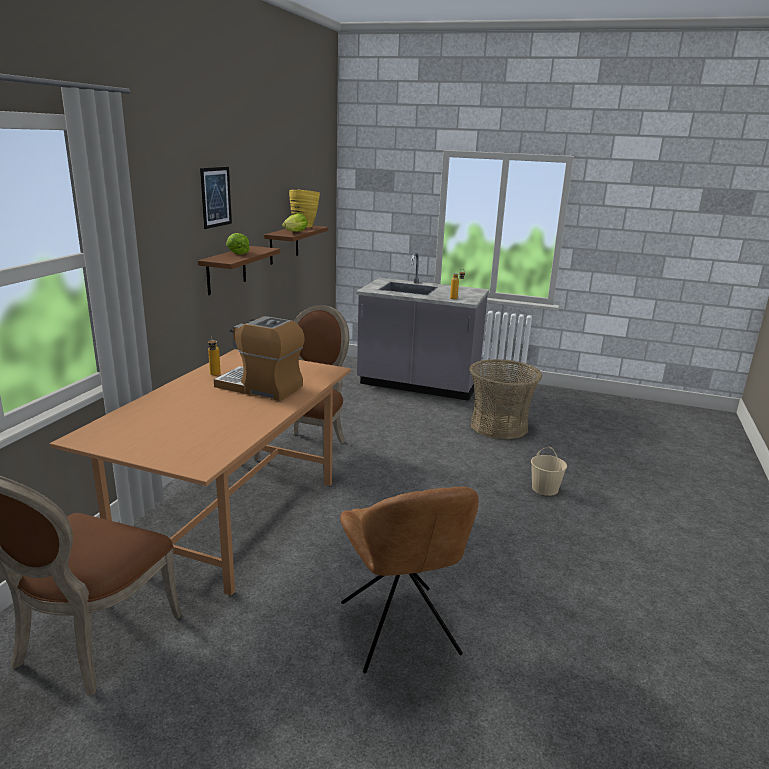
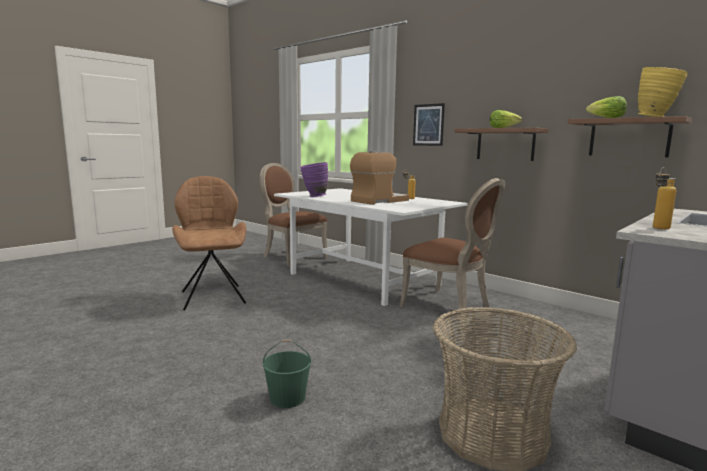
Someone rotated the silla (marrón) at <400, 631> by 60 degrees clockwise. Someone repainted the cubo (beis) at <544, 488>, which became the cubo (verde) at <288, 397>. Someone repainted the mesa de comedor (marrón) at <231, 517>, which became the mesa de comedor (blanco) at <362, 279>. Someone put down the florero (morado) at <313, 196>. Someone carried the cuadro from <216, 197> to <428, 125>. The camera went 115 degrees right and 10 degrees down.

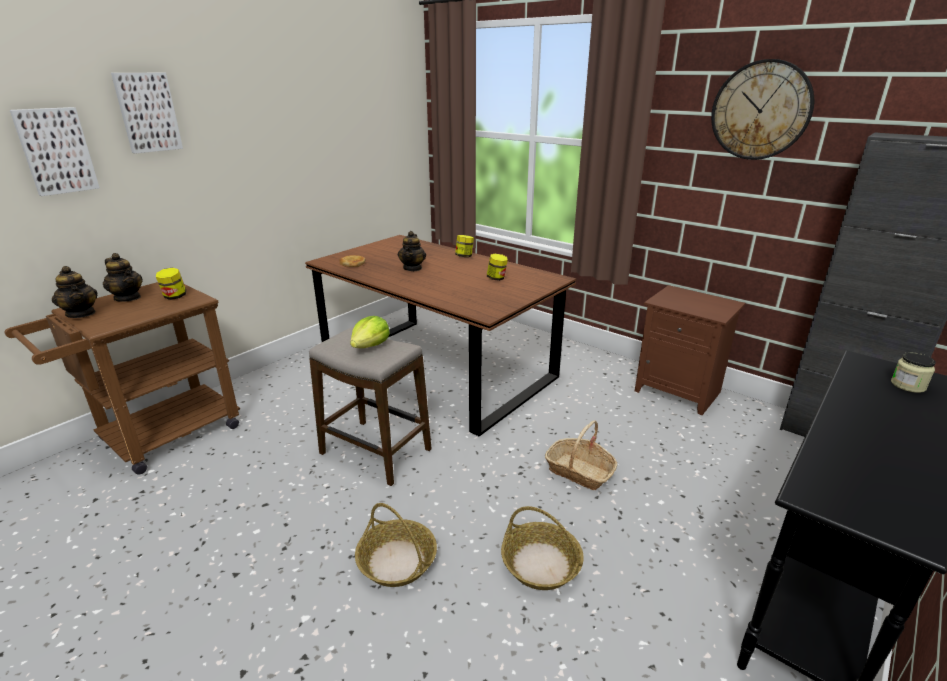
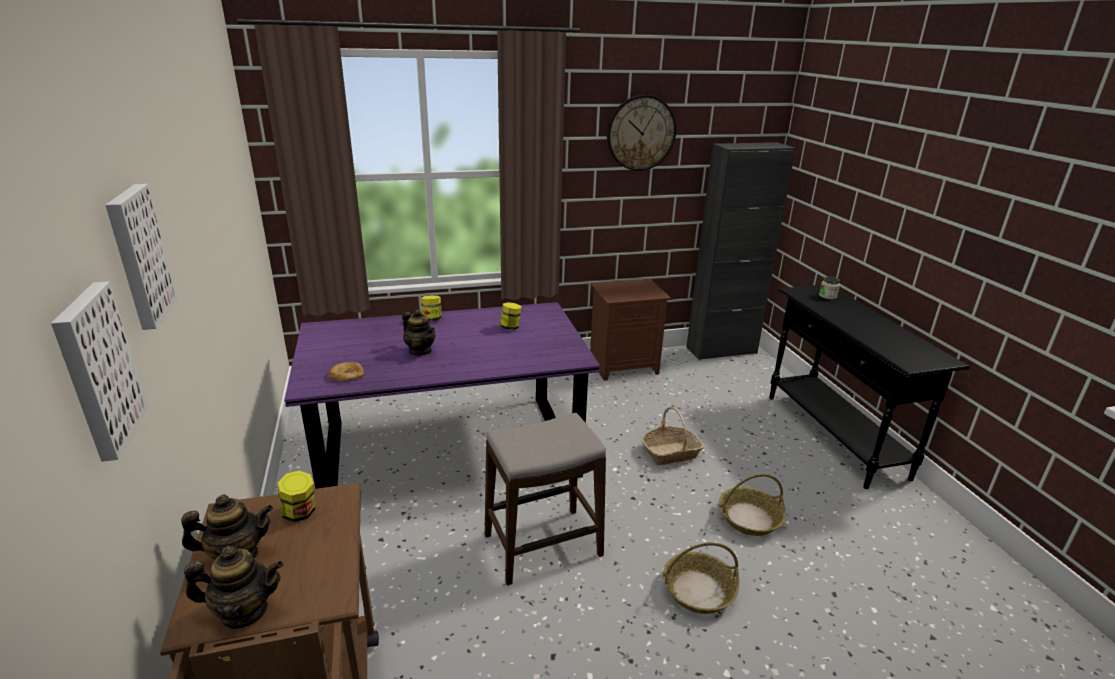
Someone repainted the mesa de comedor (marrón) at <439, 368>, which became the mesa de comedor (morado) at <449, 448>. Someone took away the lechuga at <370, 346>. The camera went 55 degrees left and 0 degrees up.

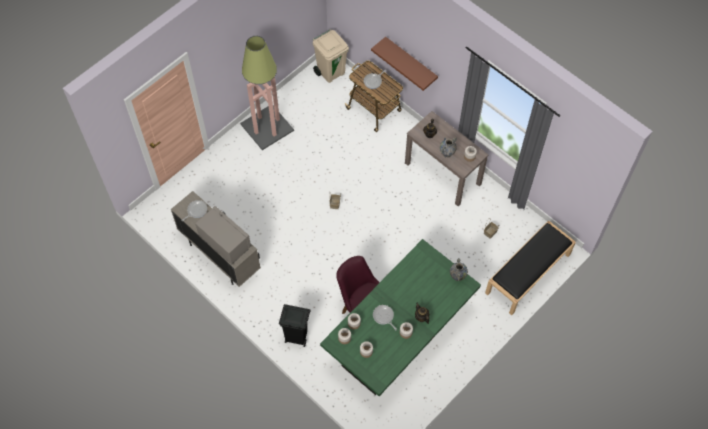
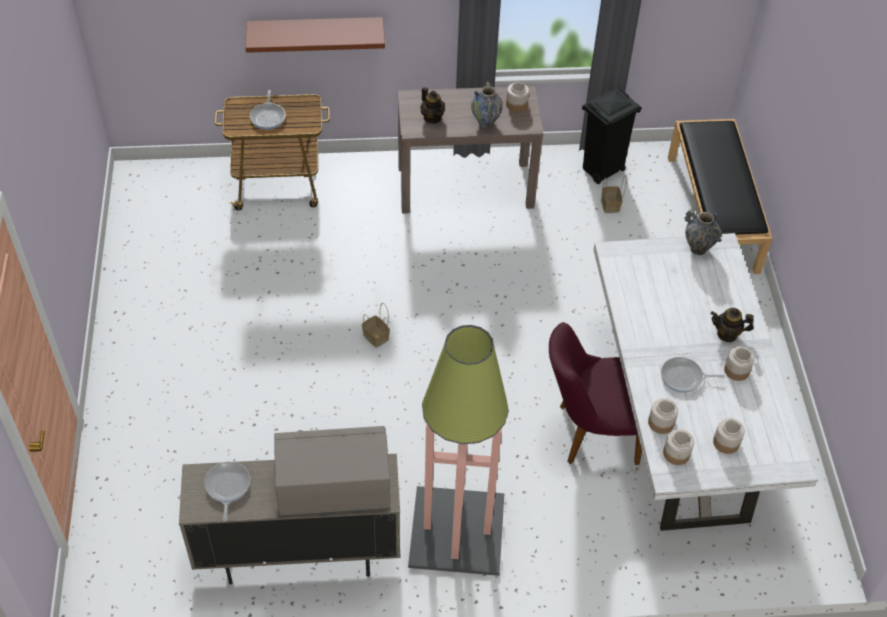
Someone carried the lámpara de pie from <267, 126> to <456, 529>. Someone carried the papelera (negro) from <296, 337> to <601, 171>. Someone repainted the mesa de comedor (verde) at <399, 337>, which became the mesa de comedor (blanco) at <678, 422>. Someone took away the papelera (beis) at <331, 72>. The camera went 50 degrees left and 10 degrees down.

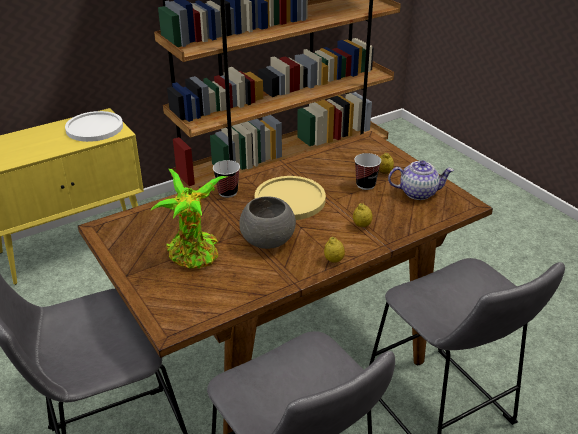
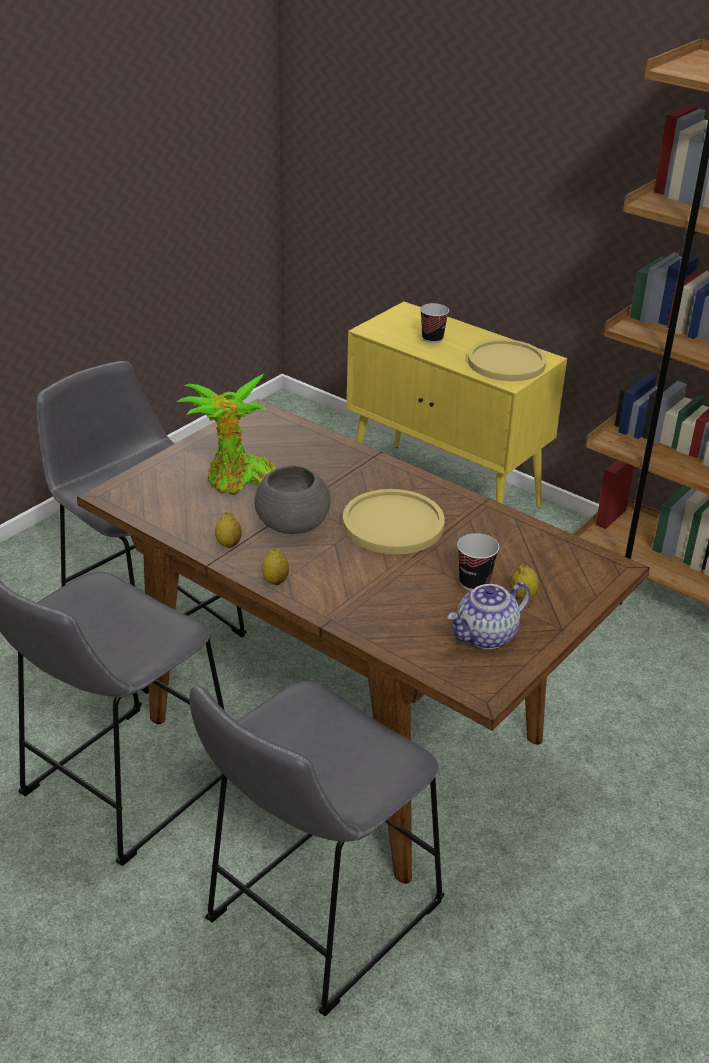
Someone carried the limón from <362, 225> to <228, 544>. Someone carried the taza from <227, 192> to <432, 338>. Someone rotated the tetera at <418, 192> by 75 degrees clockwise. Someone repainted the plato (blanco) at <94, 128>, which became the plato (amarillo) at <506, 362>. The camera went 70 degrees right and 0 degrees up.

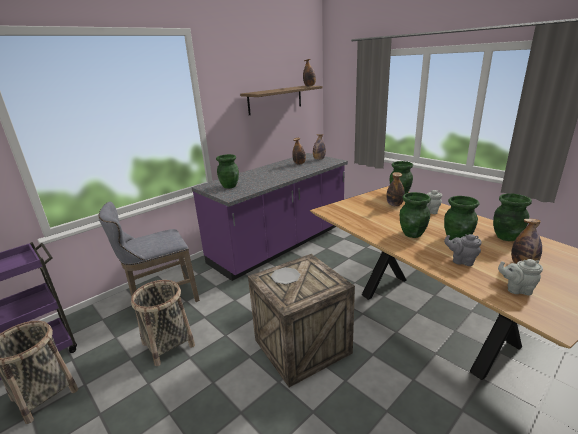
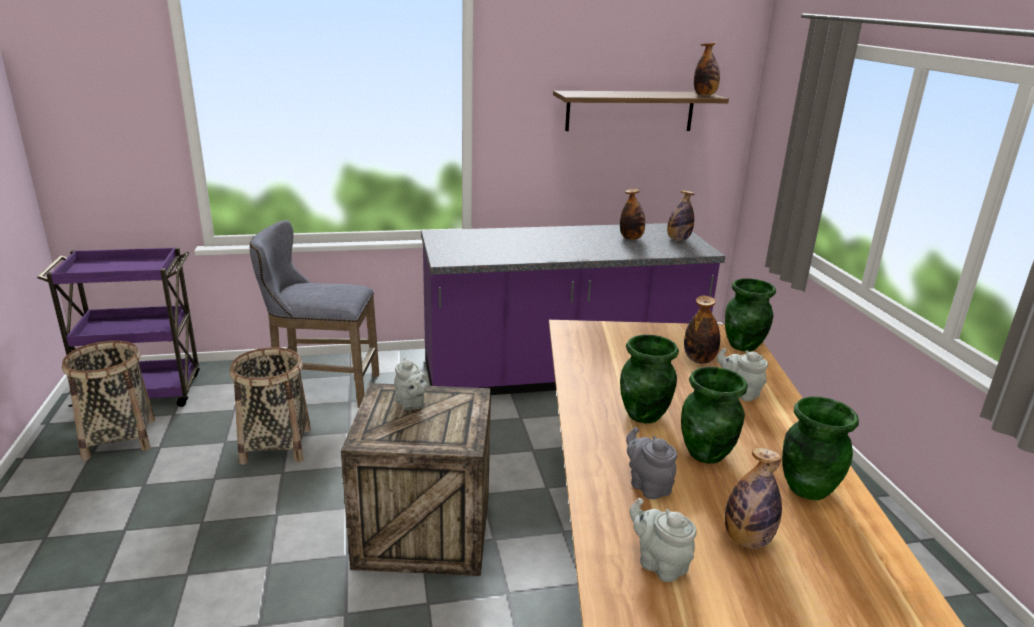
Someone swapped the plato at <285, 277> for the tetera (gris) at <411, 404>. Someone took away the florero (verde) at <229, 186>. The camera went 30 degrees right and 0 degrees up.

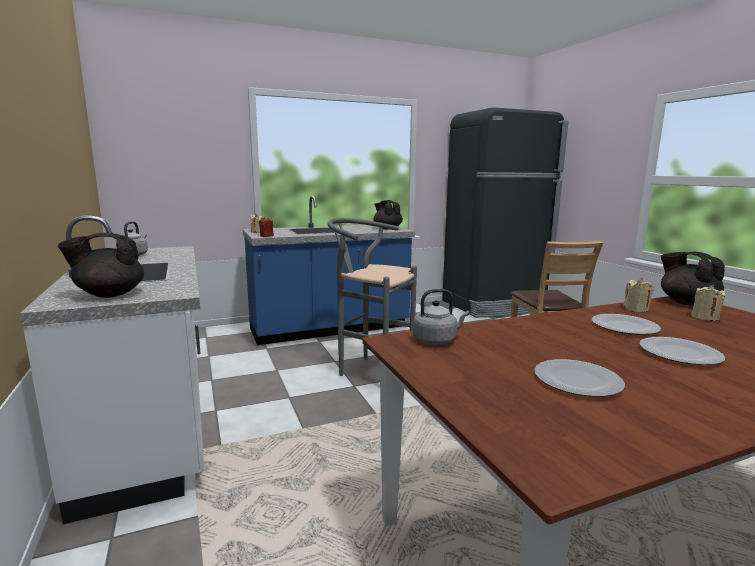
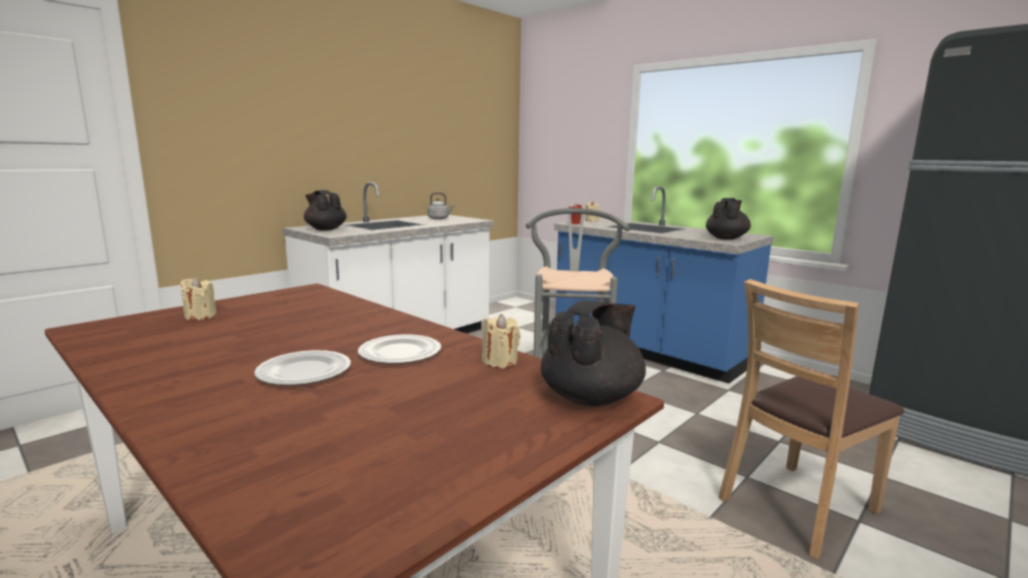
Someone carried the vela (beis) from <705, 317> to <200, 316>. Someone took away the hervidor (gris) at <437, 340>. Someone took away the plato at <577, 381>. The camera went 65 degrees right and 0 degrees up.

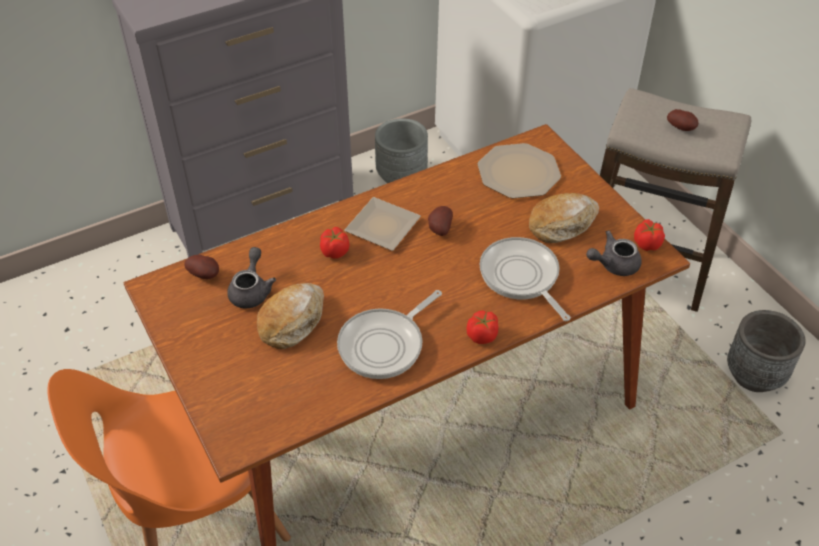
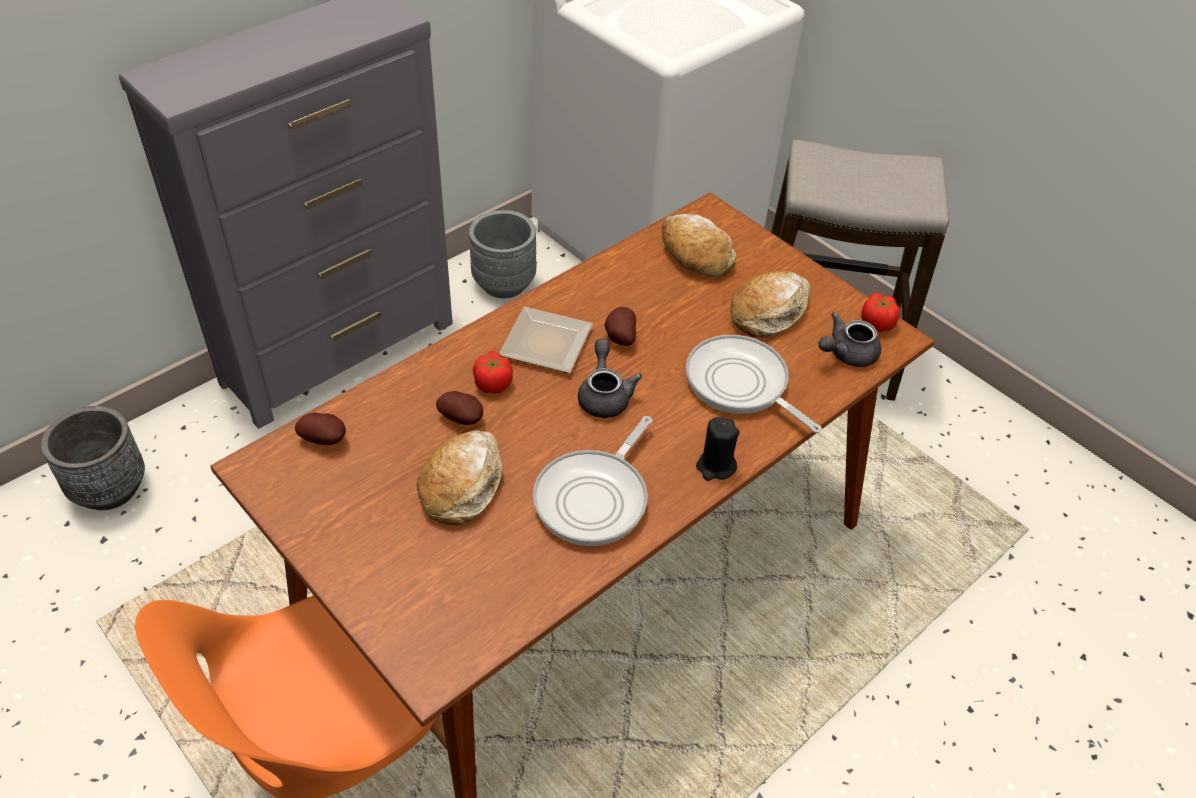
Someone carried the maceta (gris) from <754, 375> to <110, 489>. Someone carried the patata from <681, 128> to <463, 418>. Someone carried the tetera (gris) from <251, 290> to <604, 395>. Someone swapped the plato at <518, 172> for the pan at <695, 254>. Someone swapped the tomate at <482, 335> for the vela (negro) at <715, 466>. The camera went 15 degrees left and 0 degrees up.

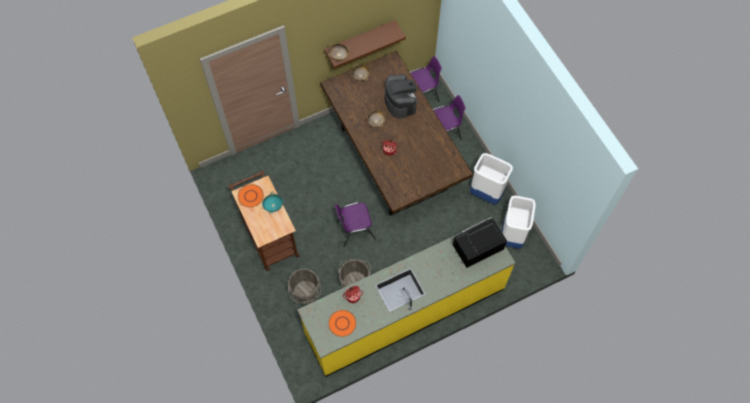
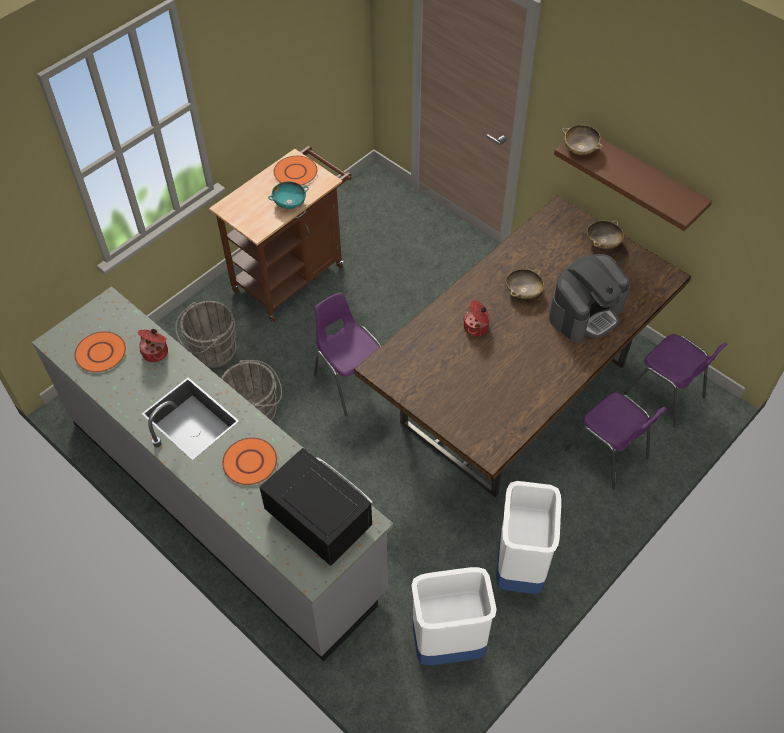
Someone repainted the mueble bajo de cocina (amarillo) at <405, 311>, which became the mueble bajo de cocina (gris) at <224, 503>. Someone put down the plato (naranja) at <250, 462>. The camera went 70 degrees right and 10 degrees down.

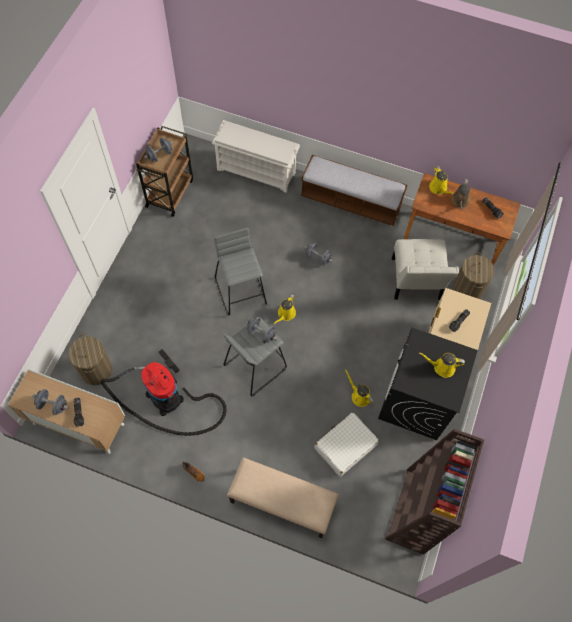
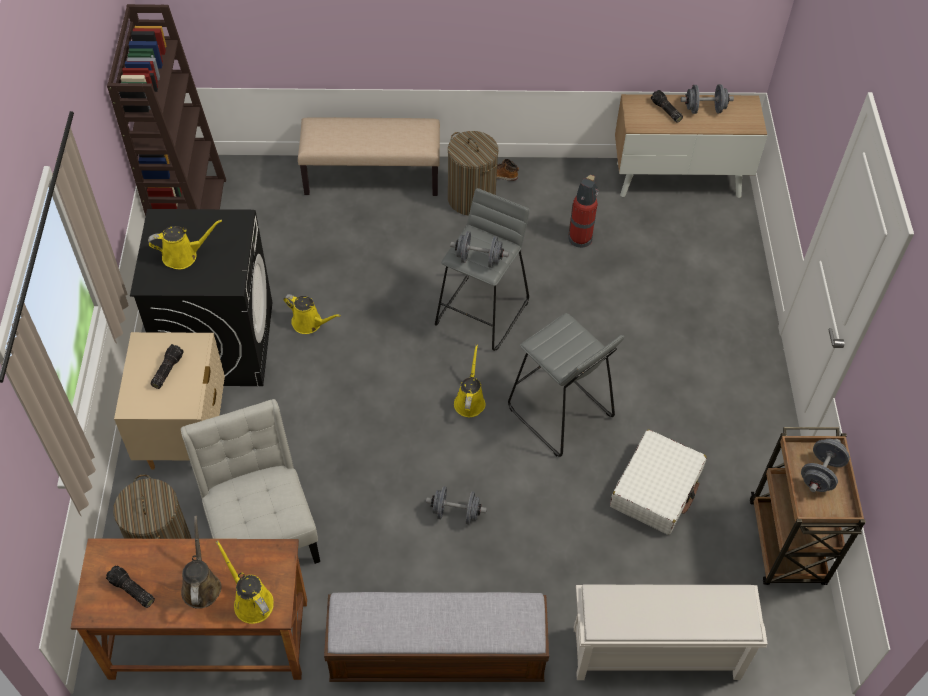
Someone carried the cesto de la ropa from <96, 370> to <471, 198>. Someone swapped the aspiradora at <168, 400> for the extintor at <580, 238>. Someone carried the maleta (blanco) from <345, 447> to <656, 489>. The camera went 160 degrees right and 10 degrees down.

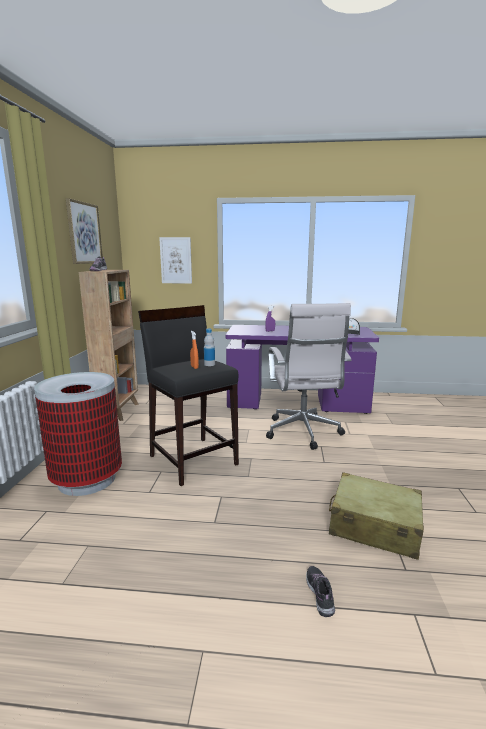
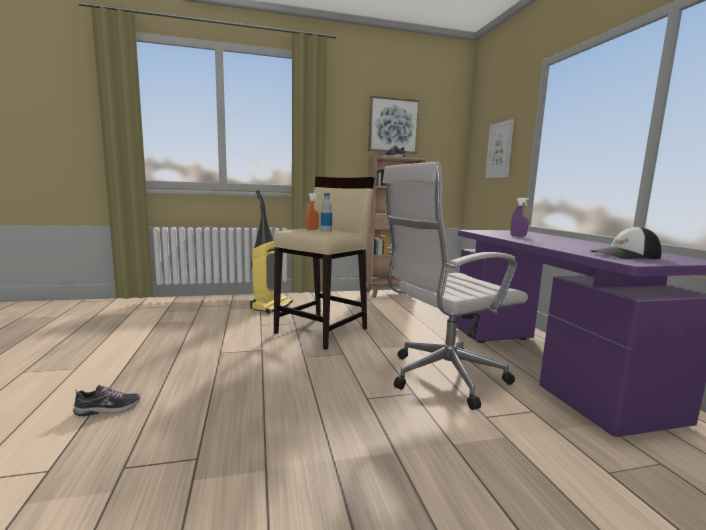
Someone swapped the papelera at <86, 479> for the aspiradora at <271, 306>. Someone repainted the taburete (negro) at <193, 459>, which became the taburete (beis) at <322, 330>. Someone took away the maleta (beis) at <374, 526>. The camera went 70 degrees right and 5 degrees down.

